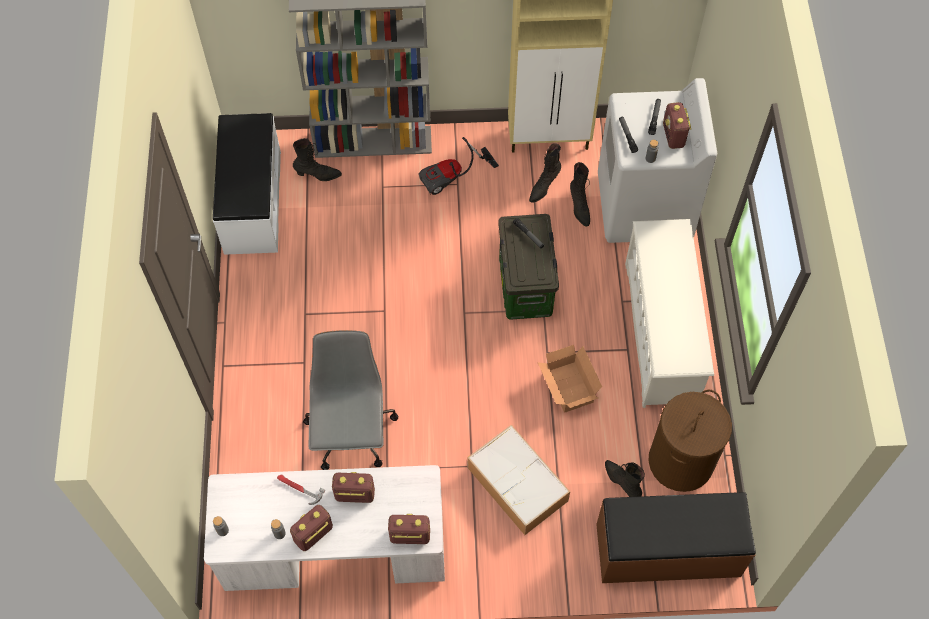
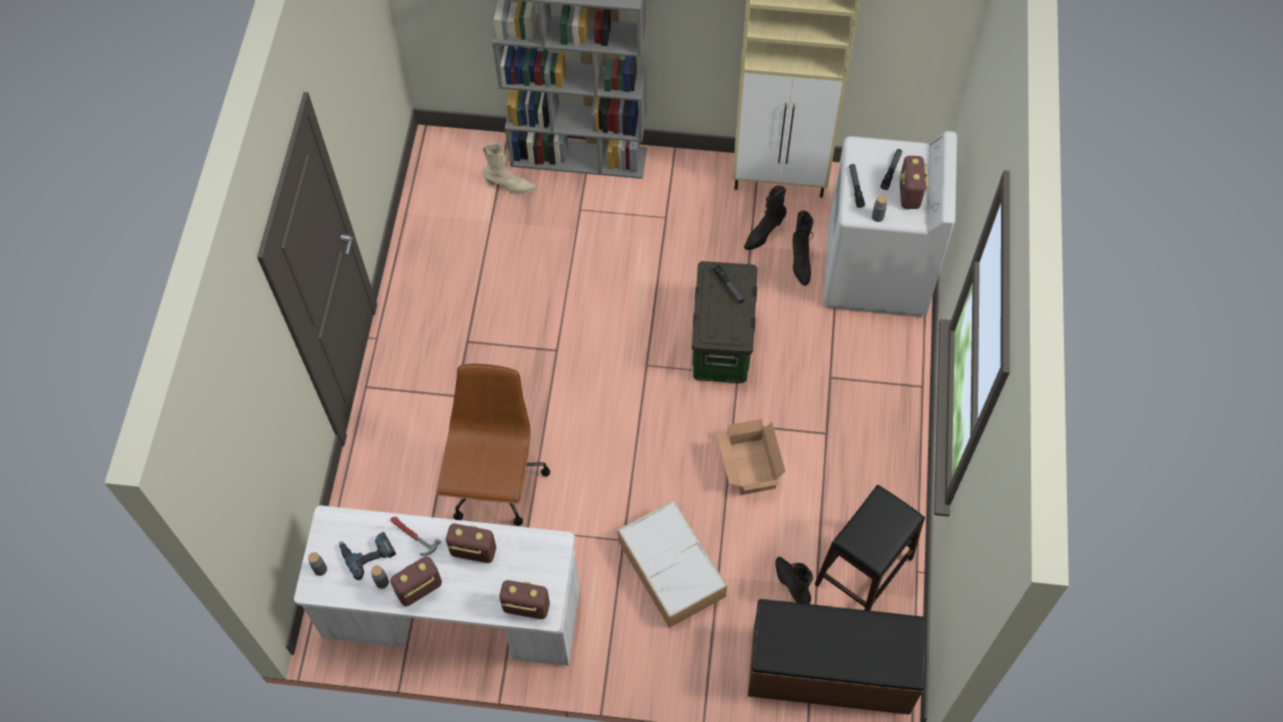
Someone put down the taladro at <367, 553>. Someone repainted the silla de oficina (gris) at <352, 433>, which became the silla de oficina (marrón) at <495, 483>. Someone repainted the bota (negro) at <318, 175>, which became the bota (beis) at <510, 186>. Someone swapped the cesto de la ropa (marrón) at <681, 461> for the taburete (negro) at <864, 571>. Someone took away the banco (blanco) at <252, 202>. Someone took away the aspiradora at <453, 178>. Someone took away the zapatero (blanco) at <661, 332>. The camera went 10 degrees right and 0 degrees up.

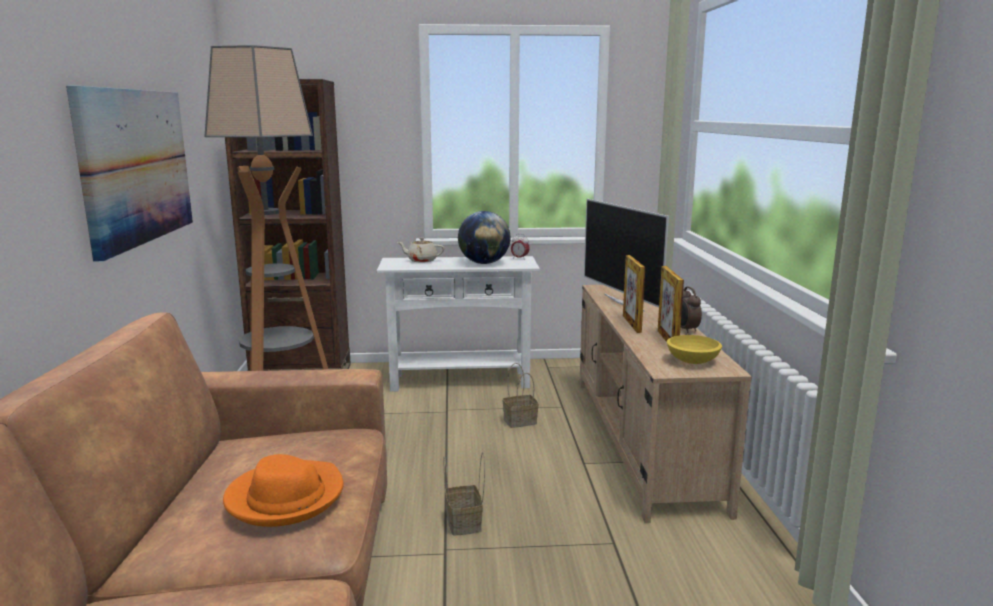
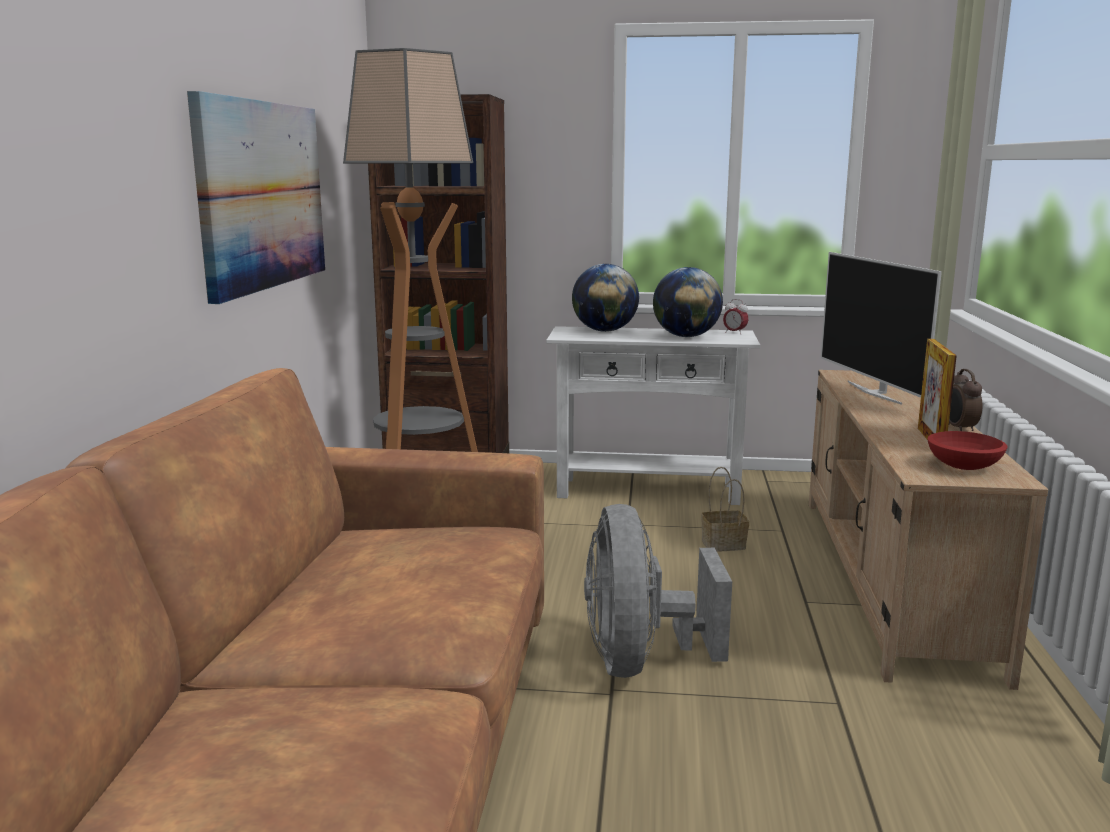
Someone swapped the tetera (beis) at <421, 260> for the globo terráqueo at <604, 331>. Someone swapped the cesta at <465, 524> for the ventilador (gris) at <640, 661>. Someone repainted the cuenco (amarillo) at <692, 361>, which became the cuenco (rojo) at <962, 466>. Someone took away the sombrero (naranja) at <285, 497>. Someone took away the portarretratos at <631, 324>. The camera went 10 degrees right and 0 degrees up.

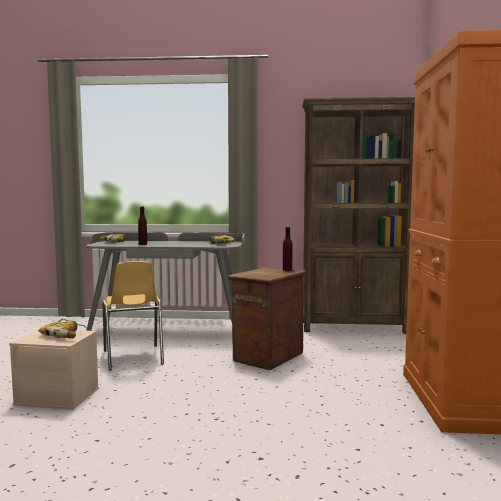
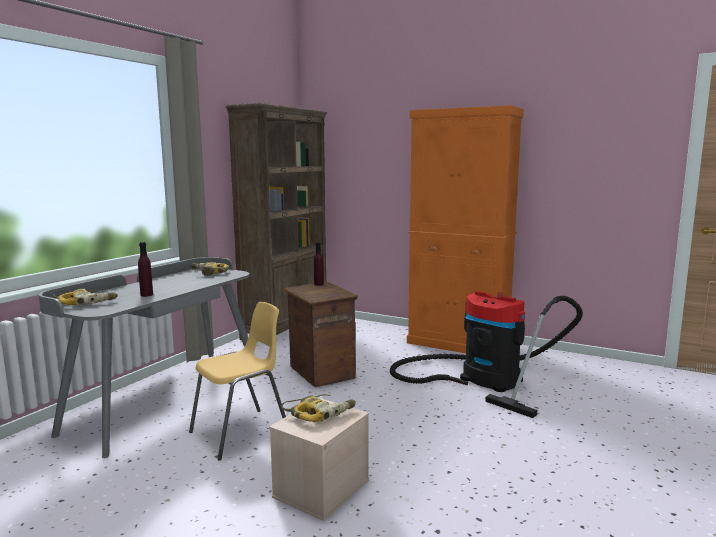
Someone rotated the silla (amarillo) at <133, 358> by 45 degrees counterclockwise. Someone put down the aspiradora at <483, 379>. The camera went 65 degrees left and 5 degrees up.

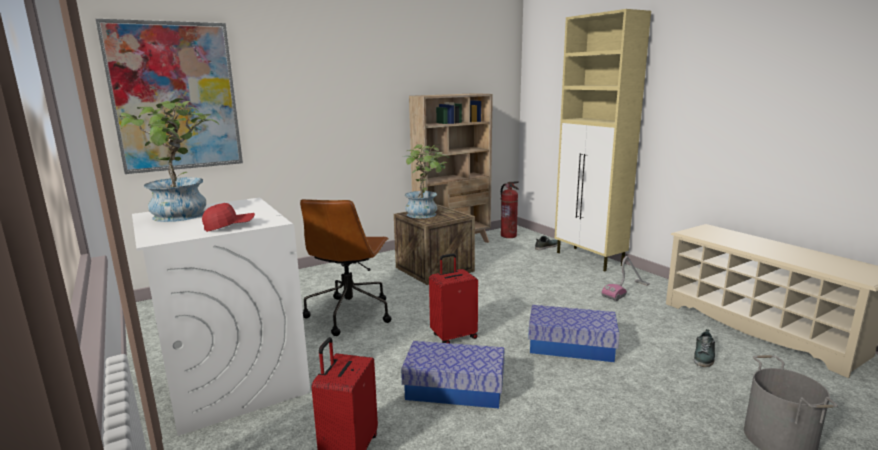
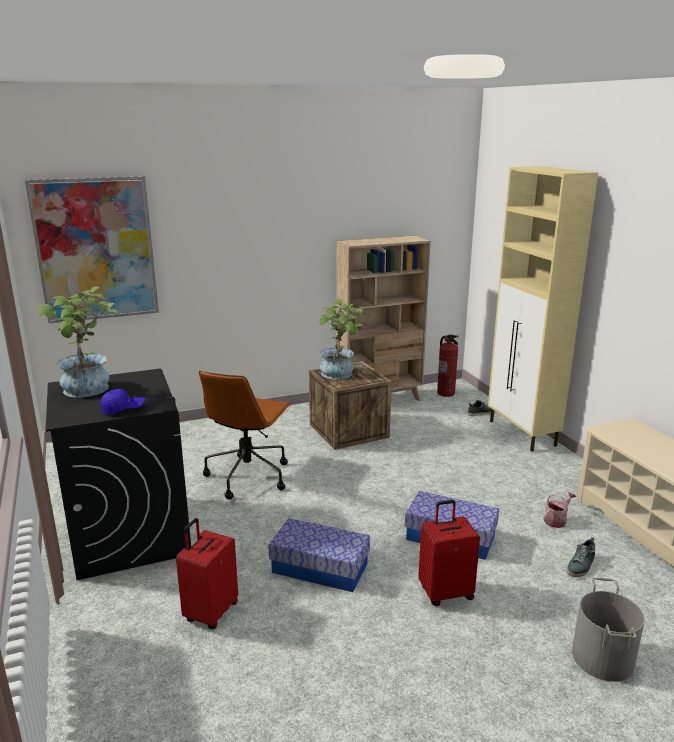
Someone repainted the lavadora (blanco) at <234, 380>, which became the lavadora (negro) at <129, 534>. Someone repainted the gorra (rojo) at <229, 226>, which became the gorra (azul) at <123, 409>. Someone carried the maleta (rojo) from <453, 336> to <445, 592>. Someone put down the regadera at <557, 520>. Someone took away the aspiradora at <626, 290>. The camera went 10 degrees right and 5 degrees up.

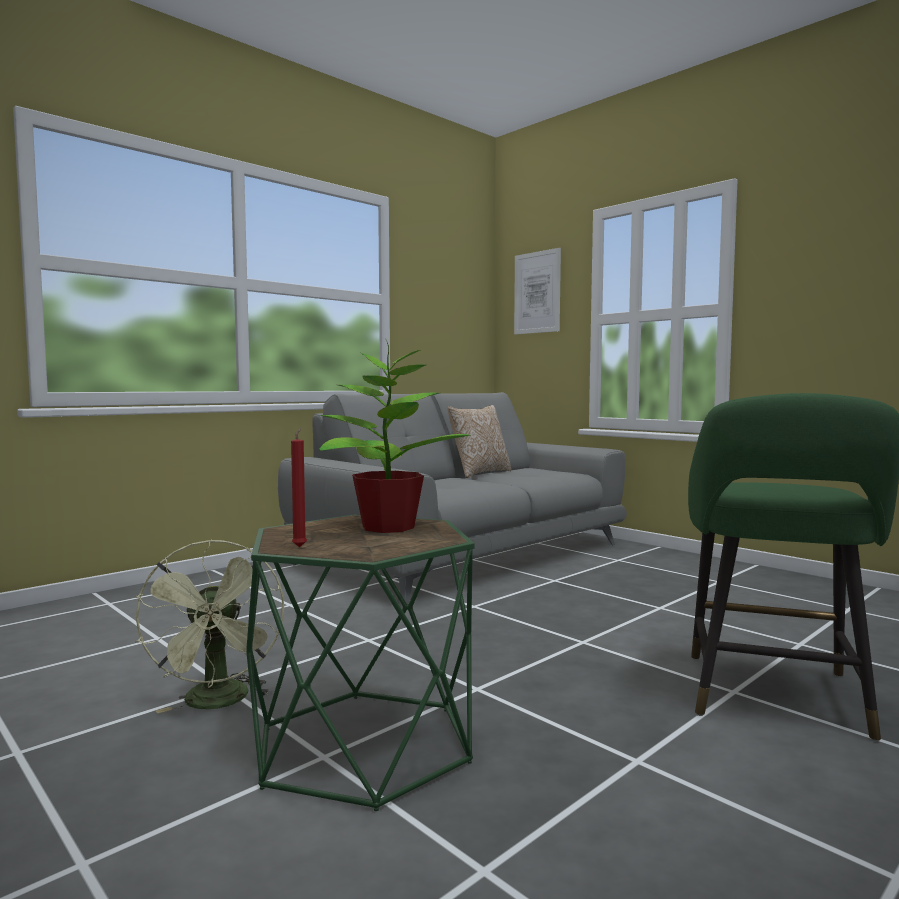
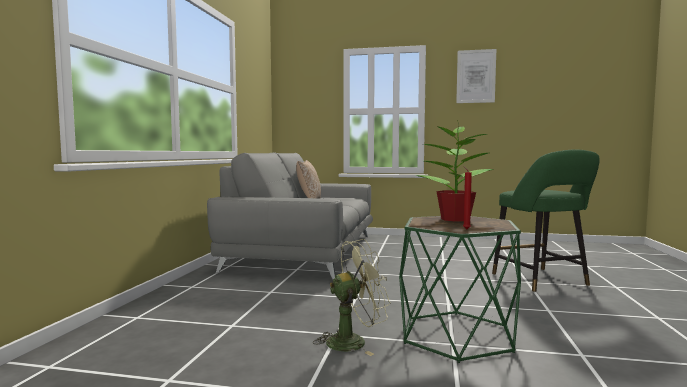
Someone rotated the ventilador (verde) at <218, 703> by 60 degrees counterclockwise. Someone carried the cuadro from <537, 292> to <476, 76>. The camera went 35 degrees left and 0 degrees up.

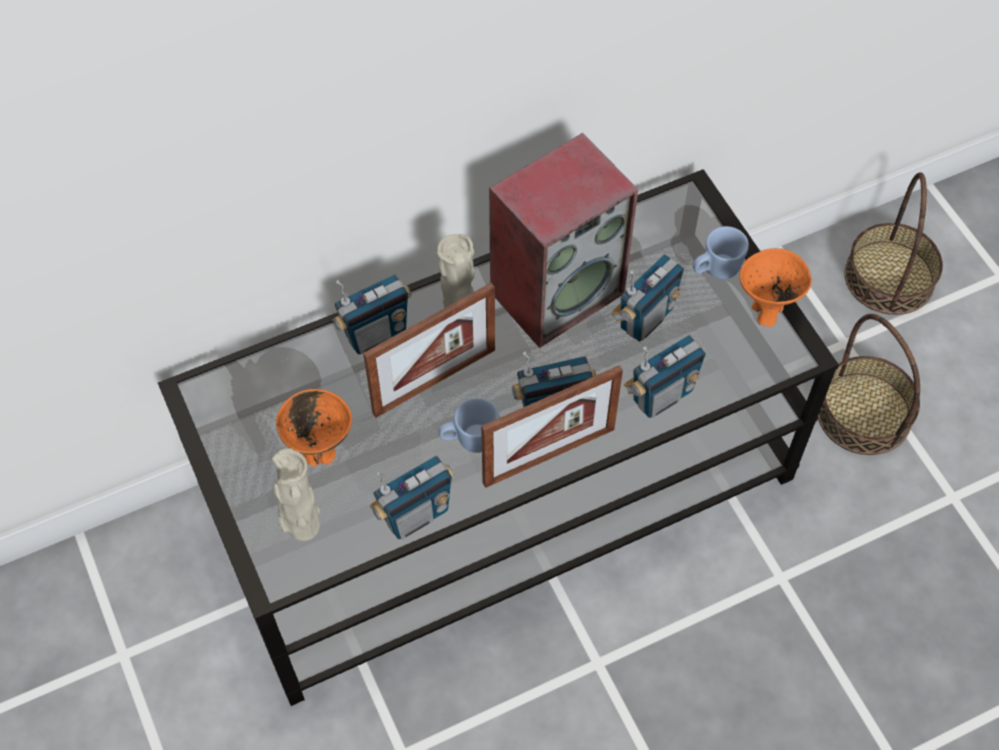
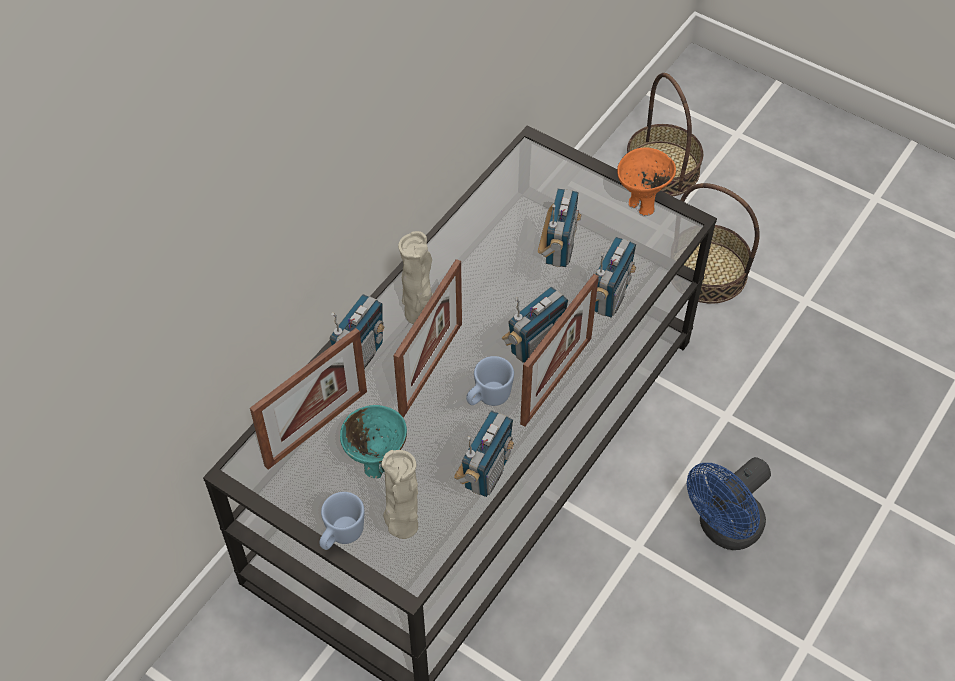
Someone put down the portarretratos at <316, 428>. Someone carried the taza grande (azul) from <715, 270> to <341, 536>. Someone repainted the cuenco (naranja) at <320, 451>, which became the cuenco (turquesa) at <376, 463>. Someone put down the ventilador (azul) at <723, 529>. Someone took away the altavoz at <557, 290>. The camera went 30 degrees left and 5 degrees down.

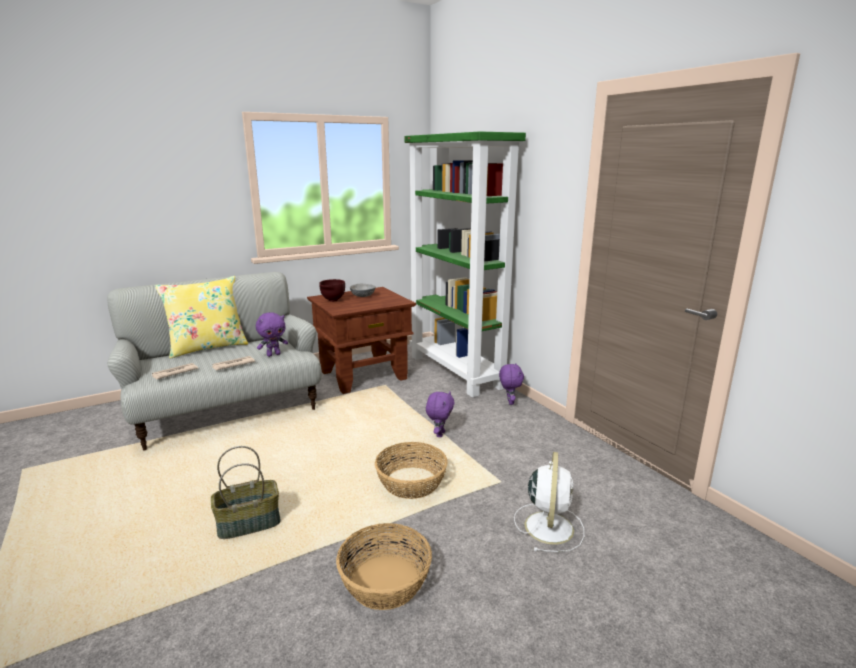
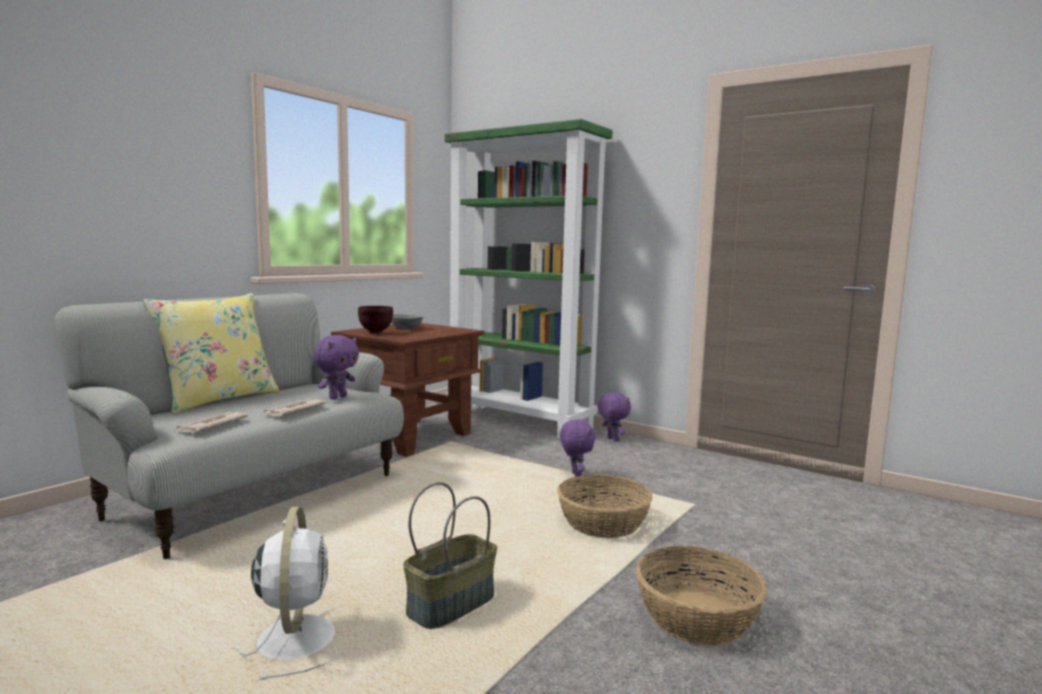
Someone carried the ventilador (blanco) from <549, 526> to <297, 636>. The camera went 25 degrees left and 10 degrees down.

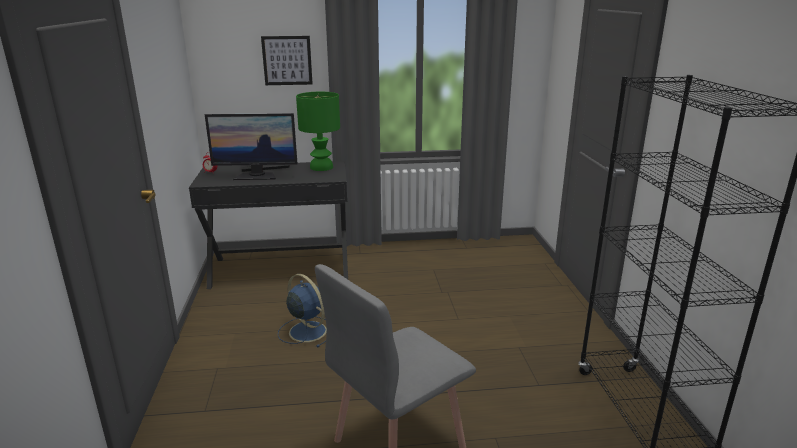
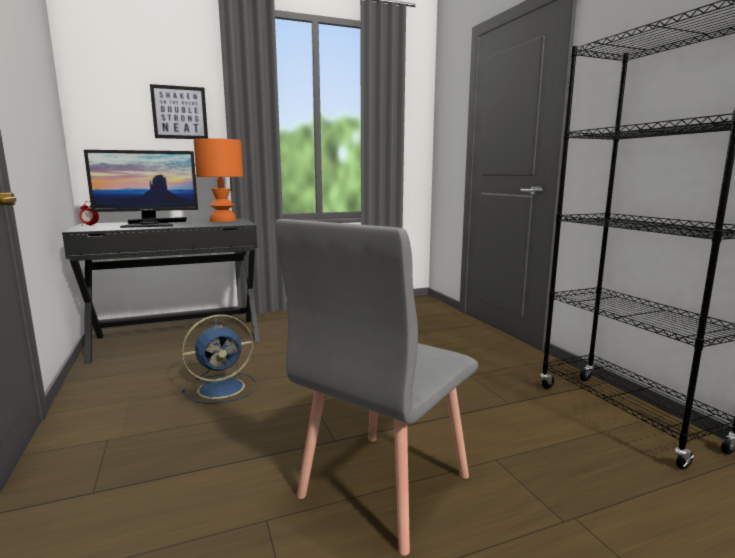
Someone rotated the ventilador (azul) at <306, 331> by 120 degrees clockwise. Someone repainted the lámpara de mesa (verde) at <321, 167>, which became the lámpara de mesa (naranja) at <222, 220>. The camera went 15 degrees left and 10 degrees down.

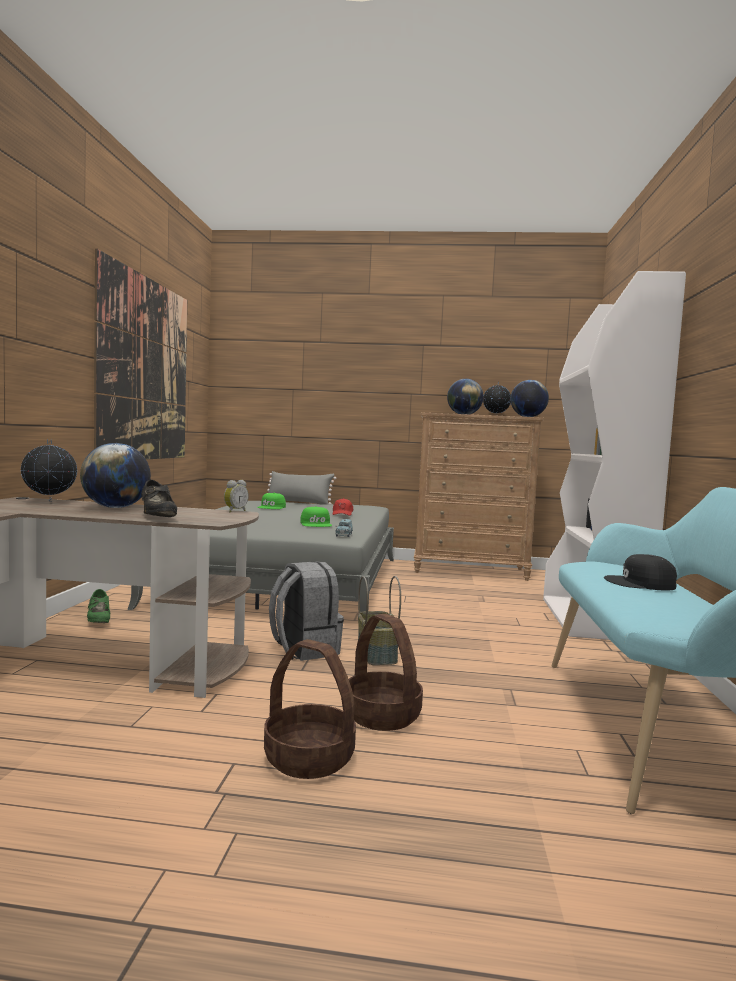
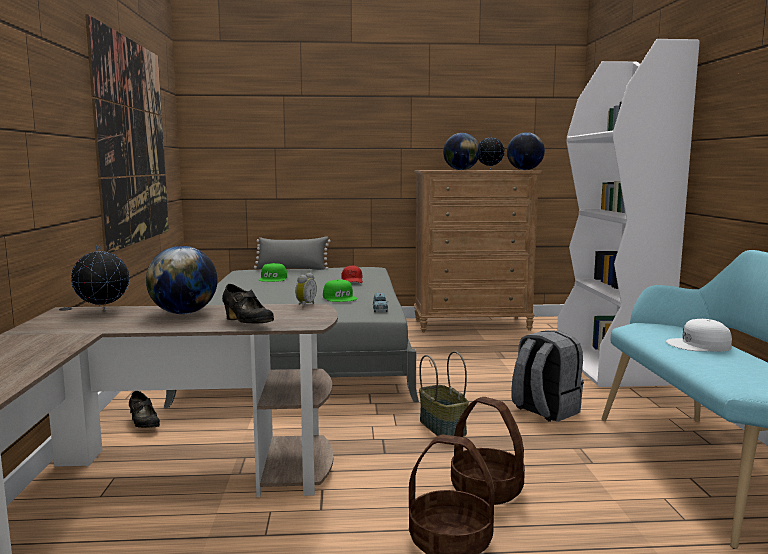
Someone repainted the zapato (verde) at <98, 621>, which became the zapato (negro) at <144, 425>. Someone carried the mochila (gris) from <304, 649> to <544, 410>. Someone repainted the gorra (negro) at <640, 583>, which became the gorra (blanco) at <699, 345>. The camera went 10 degrees left and 5 degrees up.

